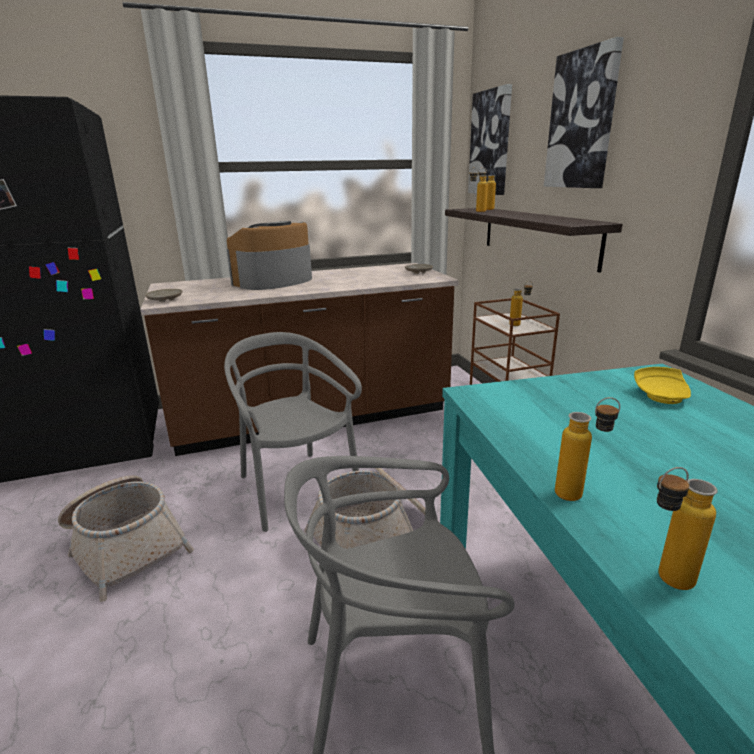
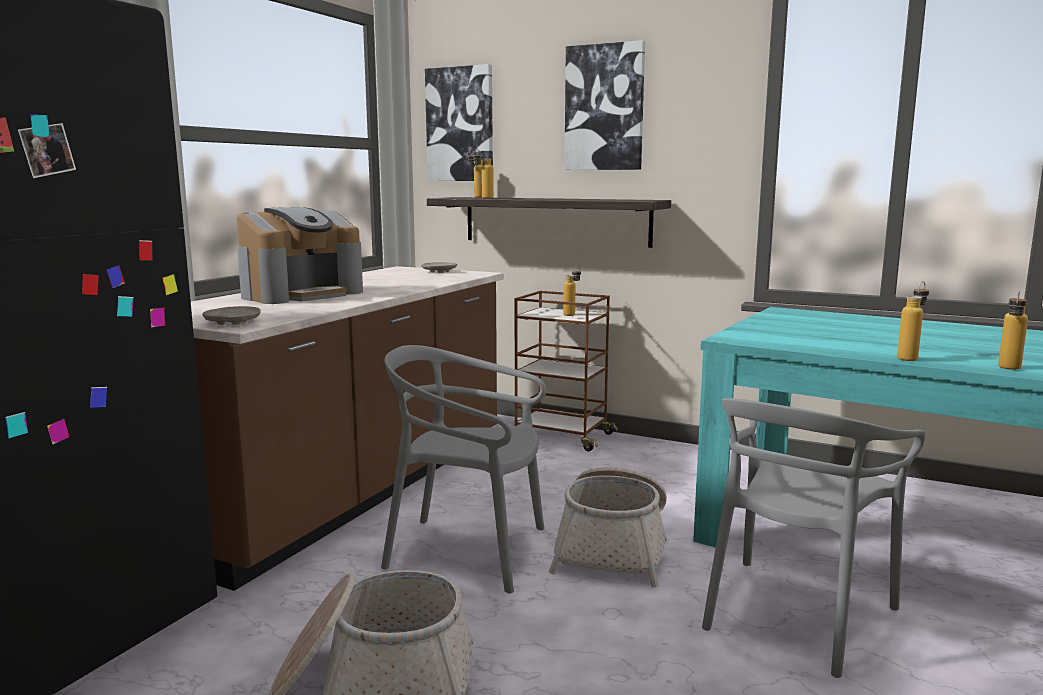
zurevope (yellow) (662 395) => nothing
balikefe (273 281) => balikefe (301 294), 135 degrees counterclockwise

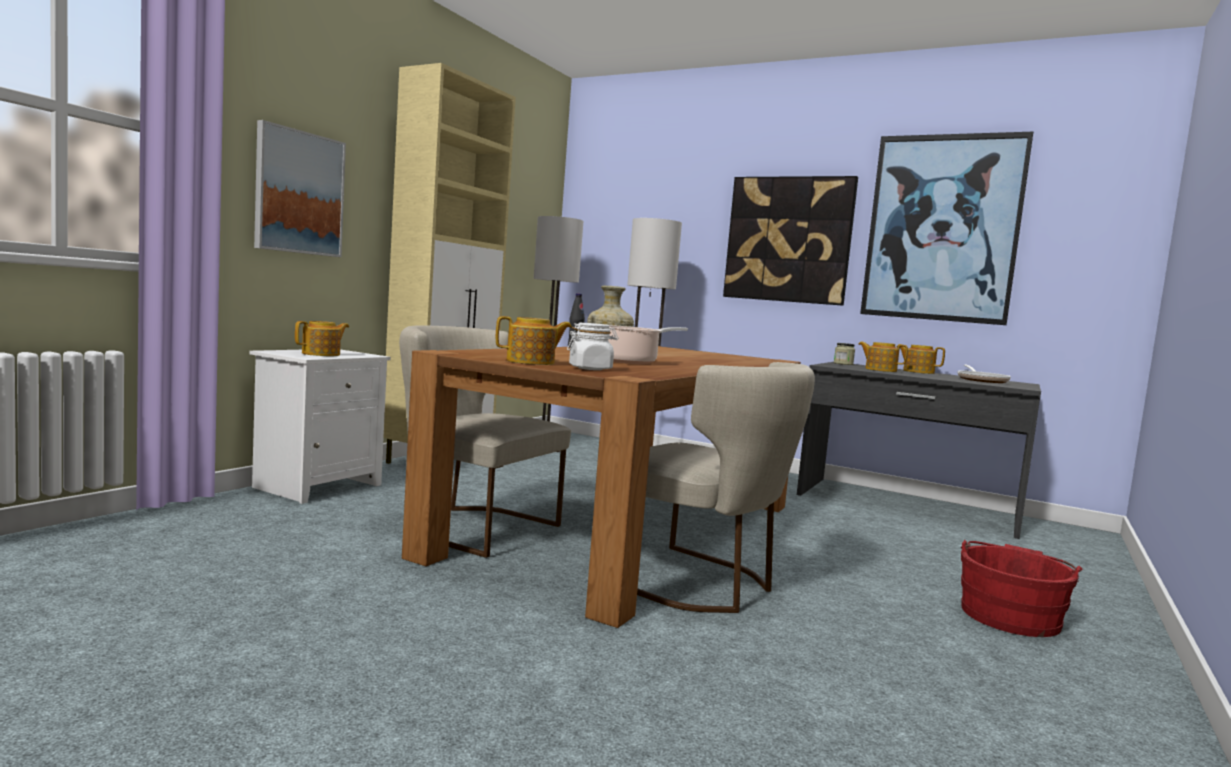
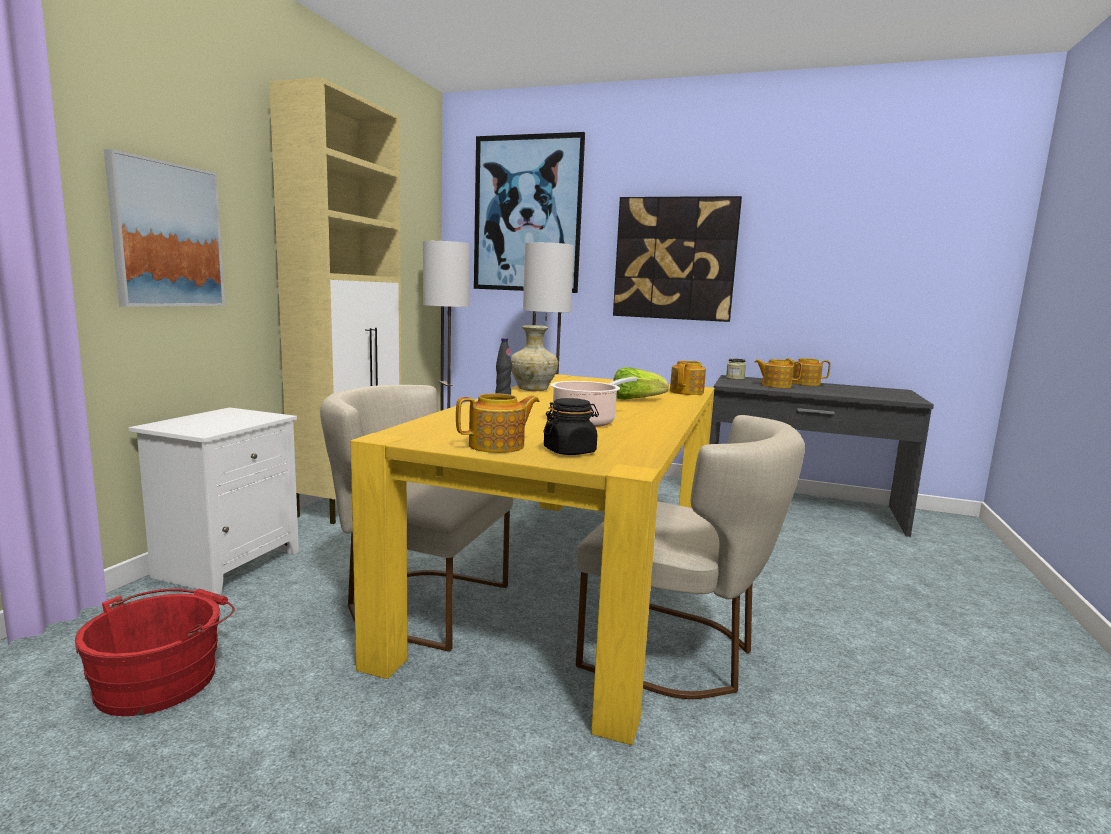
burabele (981 380) => nothing
nothing => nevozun (635 399)
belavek (322 354) => belavek (687 392), shifted
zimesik (942 228) => zimesik (527 214), shifted
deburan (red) (1010 615) => deburan (red) (163 678), shifted
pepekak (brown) (626 528) => pepekak (yellow) (573 579)
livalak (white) (590 368) => livalak (black) (570 451)

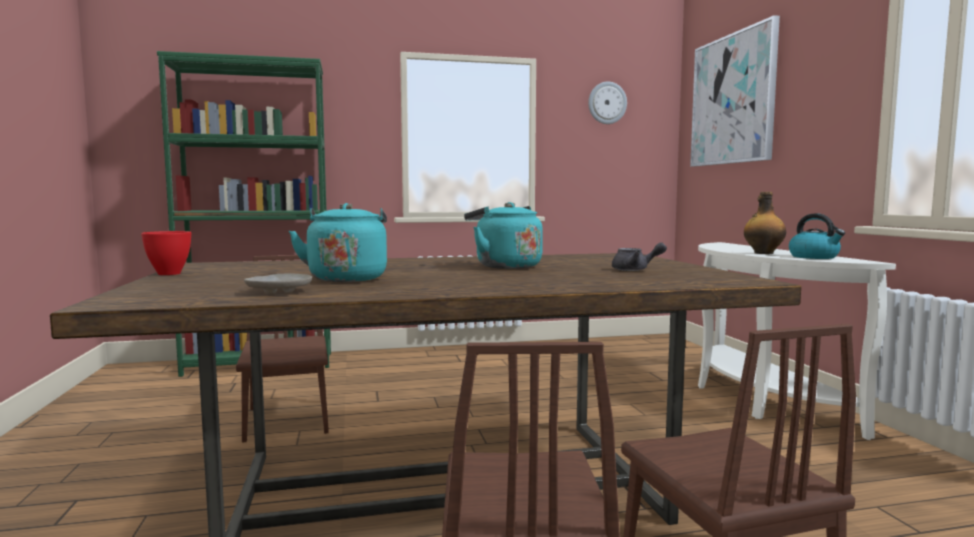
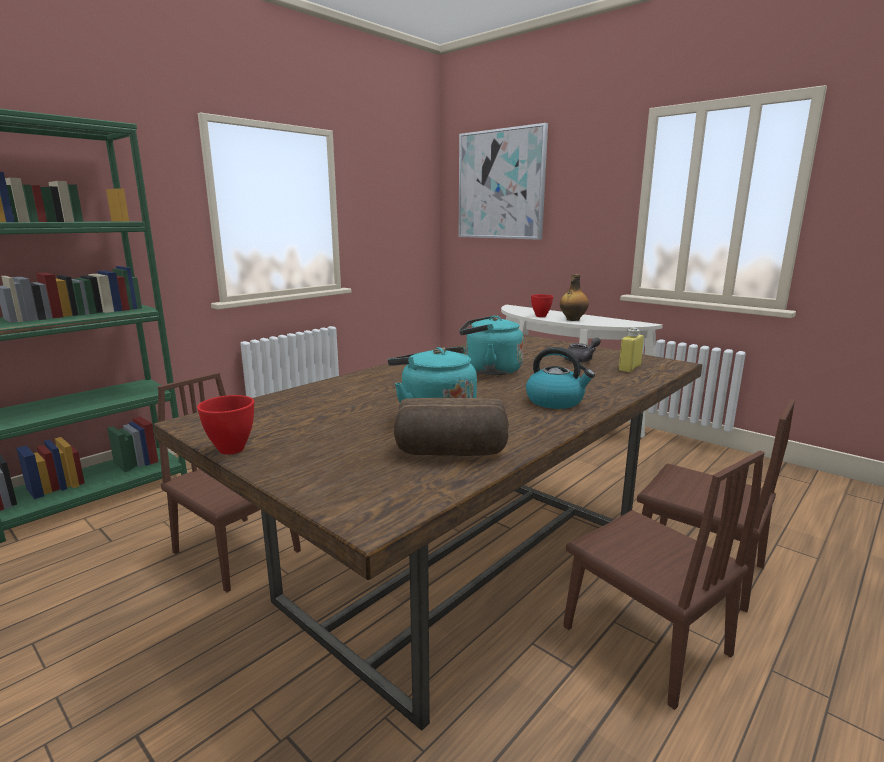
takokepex (607 103) => nothing
nothing => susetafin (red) (540 316)
nothing => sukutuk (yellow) (629 368)
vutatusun (814 257) => vutatusun (555 401), shifted
zurevope (beige) (279 291) => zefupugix (451 452)

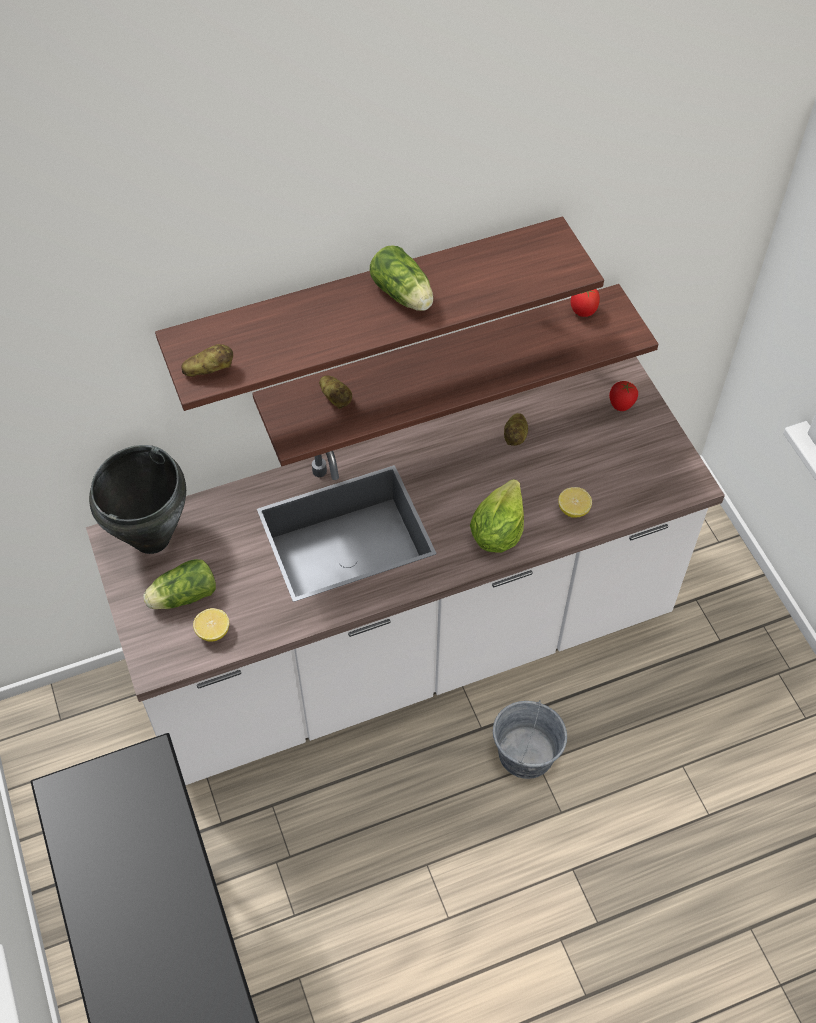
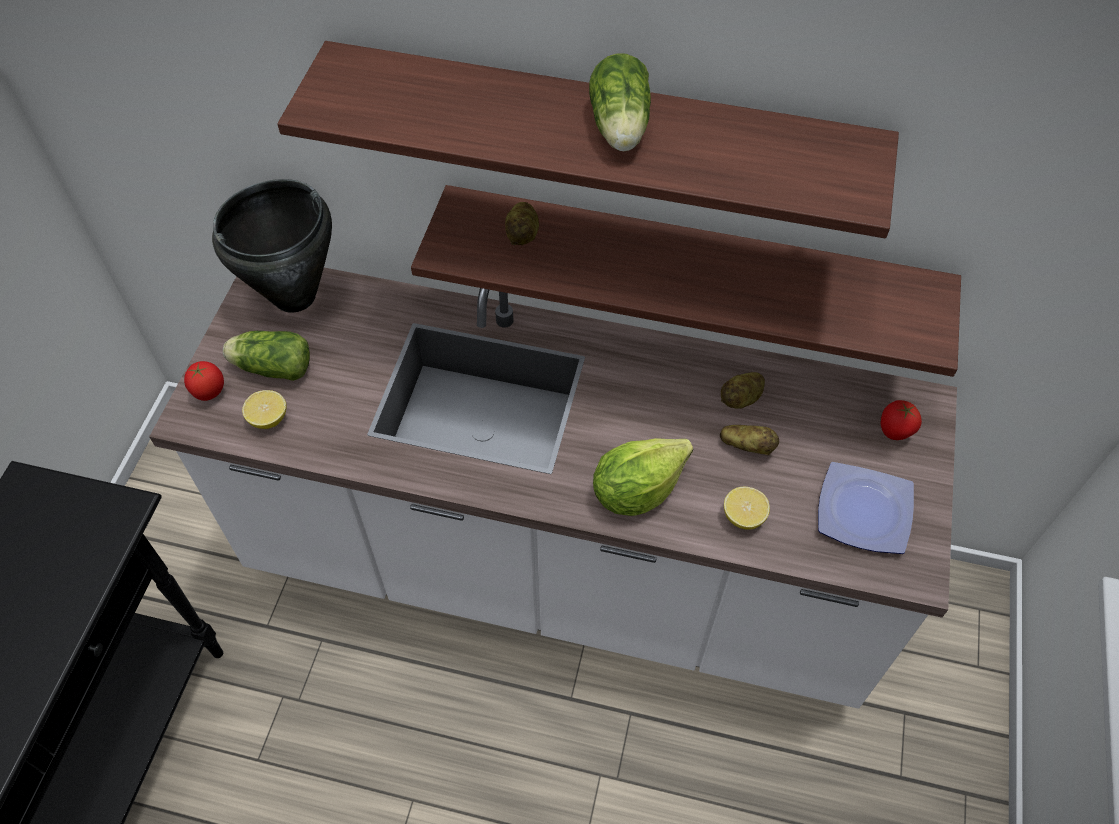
deburan (grey) (526 753) => nothing
nothing => zurevope (862 510)
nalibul (209 370) => nalibul (747 446), shifted
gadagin (583 312) => gadagin (209 393), shifted

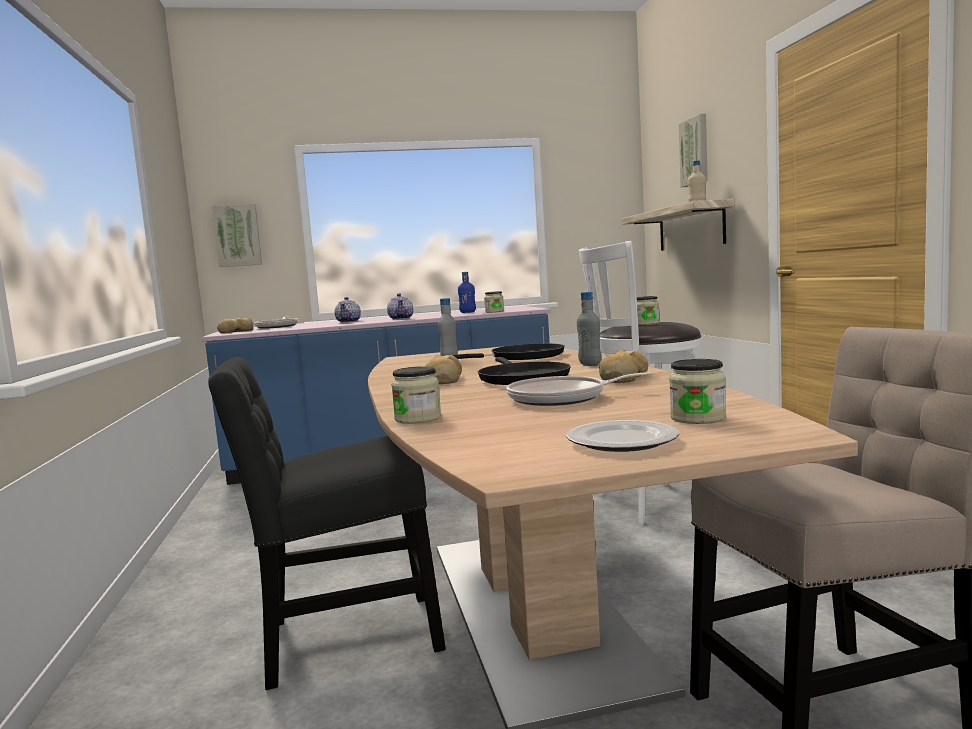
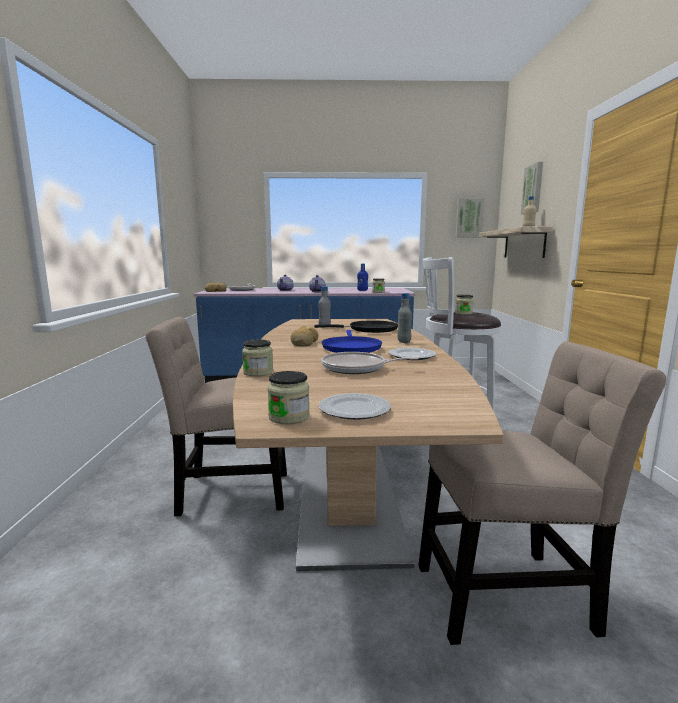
zimesik (237 235) => zimesik (469 218), shifted
livalak (698 418) => livalak (289 417), shifted
zefupugix (623 378) => zurevope (412 356)
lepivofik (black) (342 639) => lepivofik (beige) (228 492)
burabele (black) (522 378) => burabele (blue) (351 348)

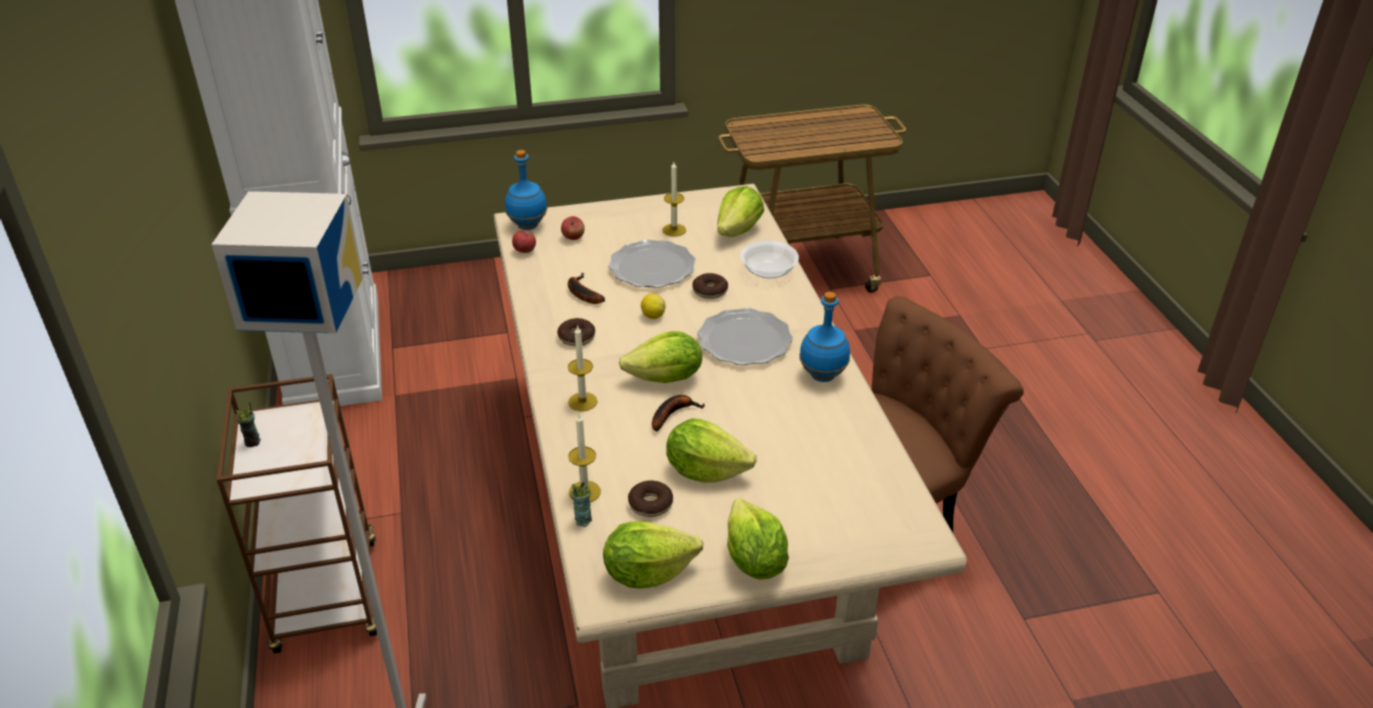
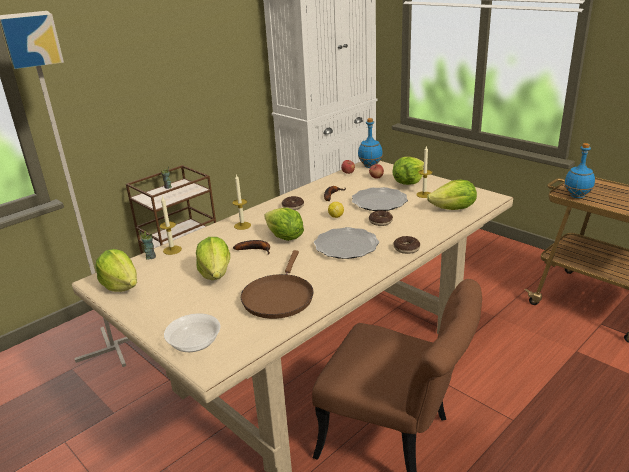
nothing => burabele (brown) (278 297)
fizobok (650 504) => fizobok (406 249), shifted
nevozun (753 561) => nevozun (408 182), shifted
susetafin (768 271) => susetafin (194 343), shifted
sukutuk (blue) (822 375) => sukutuk (blue) (577 196), shifted

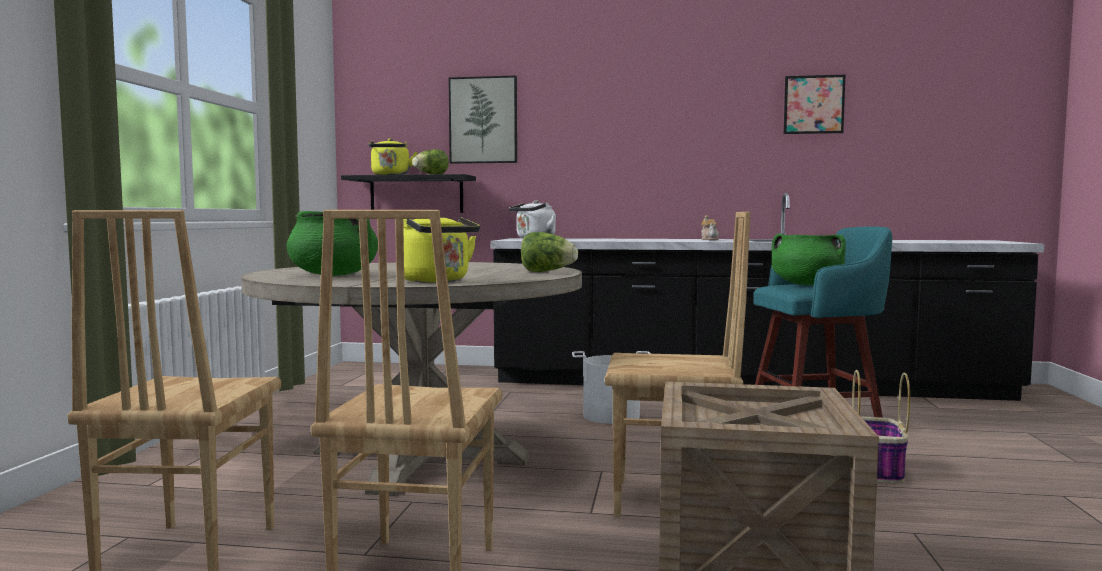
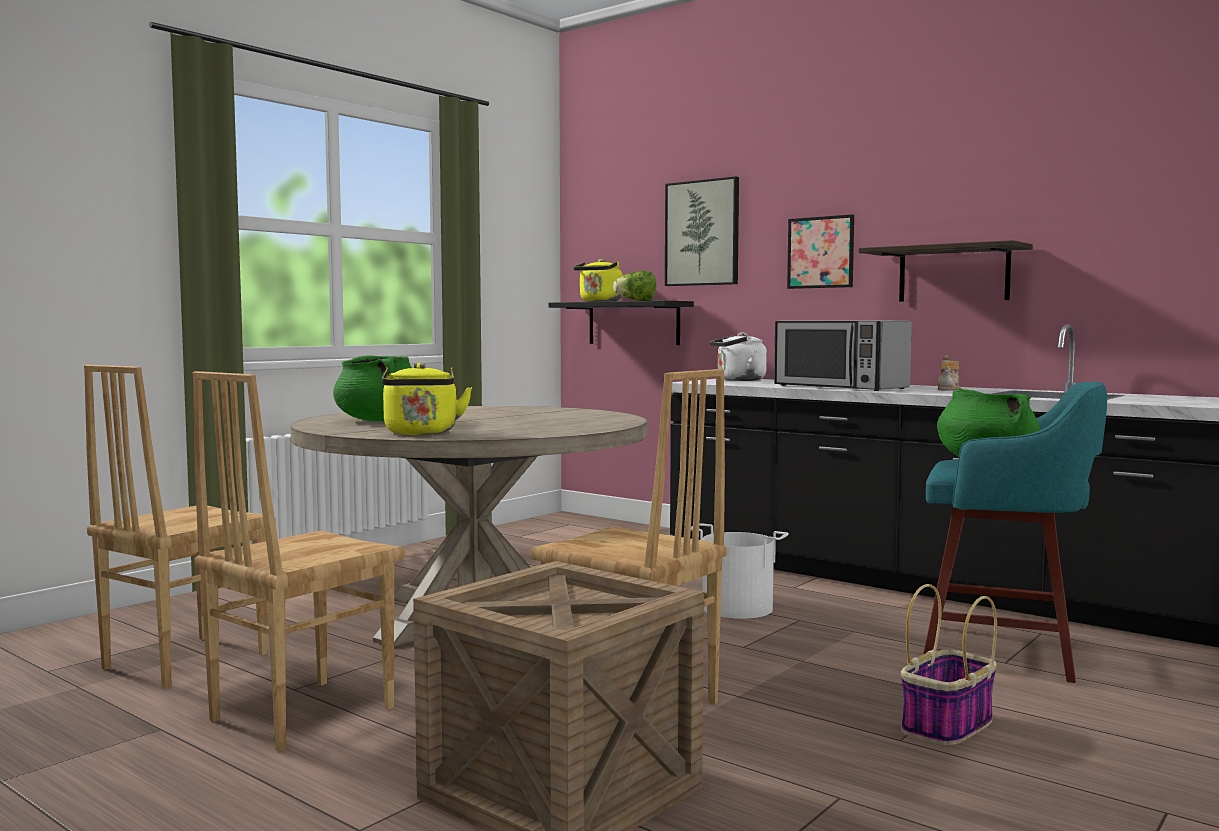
nevozun (547 272) => nothing
nothing => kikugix (840 387)
nothing => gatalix (953 274)
zimesik (813 104) => zimesik (820 252), shifted

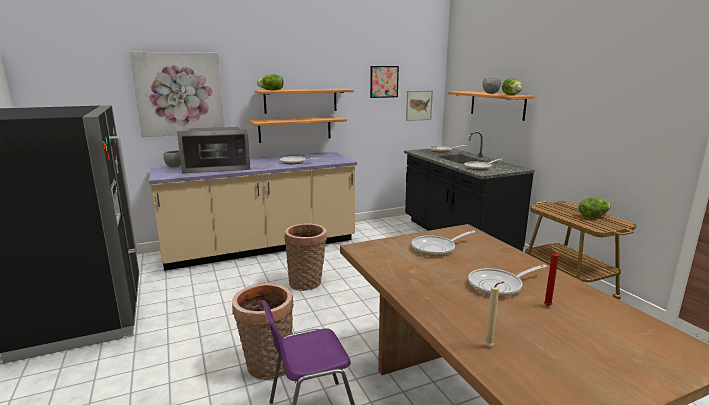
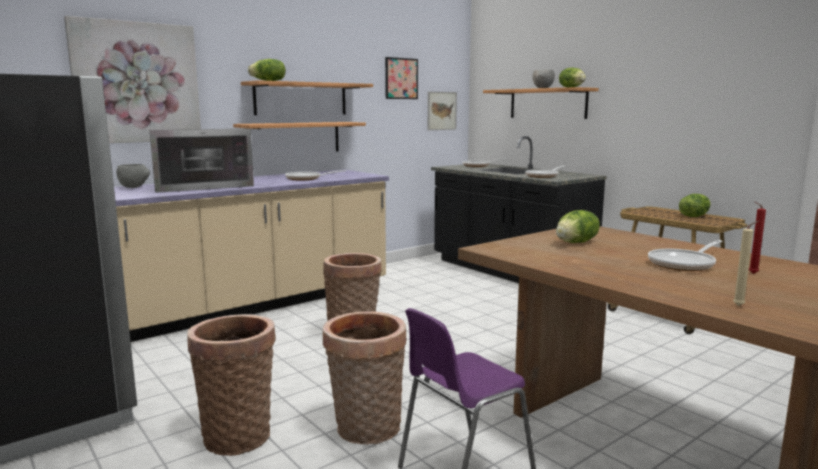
nothing => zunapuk (238 434)
burabele (436 248) => nevozun (576 243)

